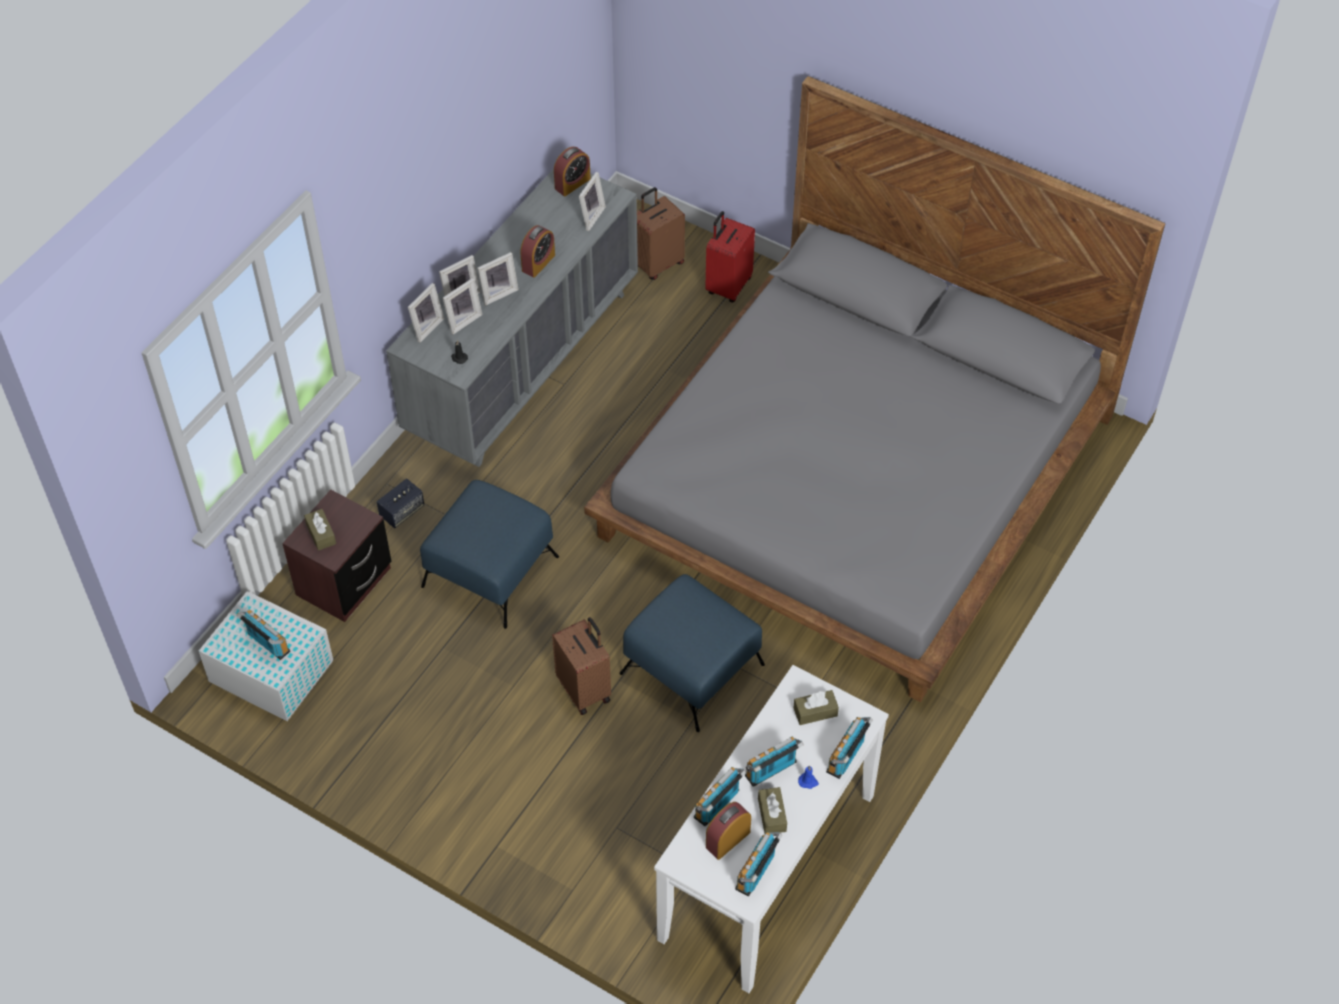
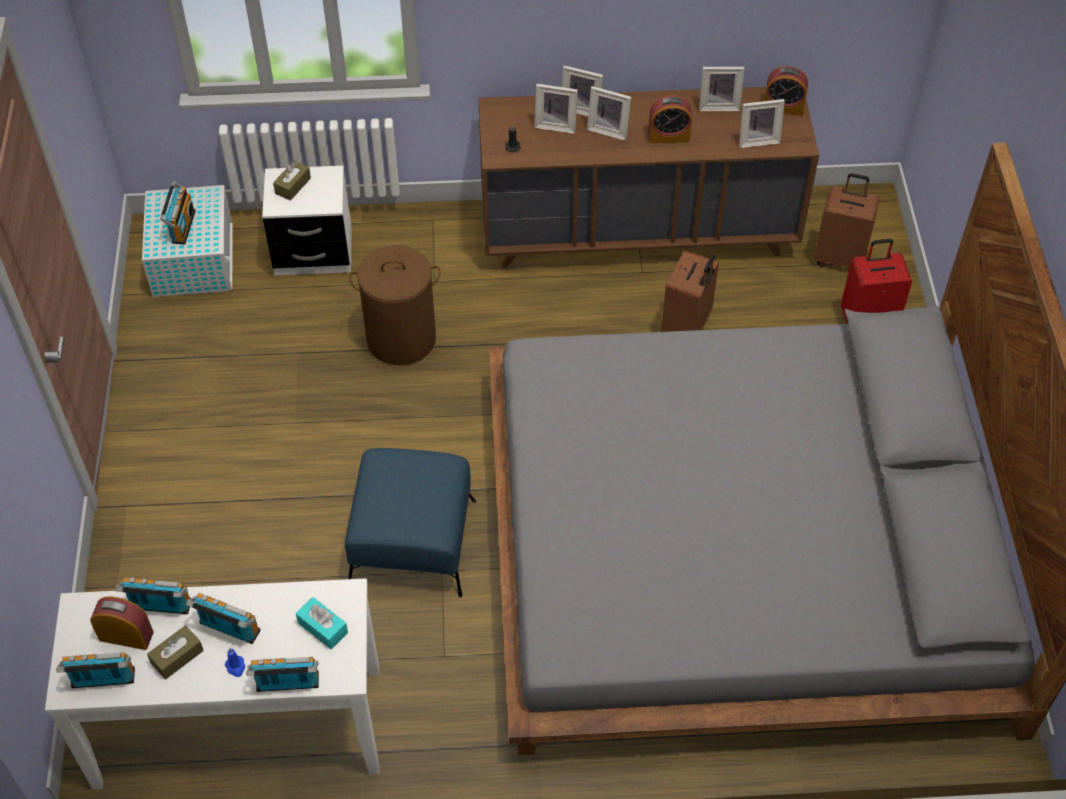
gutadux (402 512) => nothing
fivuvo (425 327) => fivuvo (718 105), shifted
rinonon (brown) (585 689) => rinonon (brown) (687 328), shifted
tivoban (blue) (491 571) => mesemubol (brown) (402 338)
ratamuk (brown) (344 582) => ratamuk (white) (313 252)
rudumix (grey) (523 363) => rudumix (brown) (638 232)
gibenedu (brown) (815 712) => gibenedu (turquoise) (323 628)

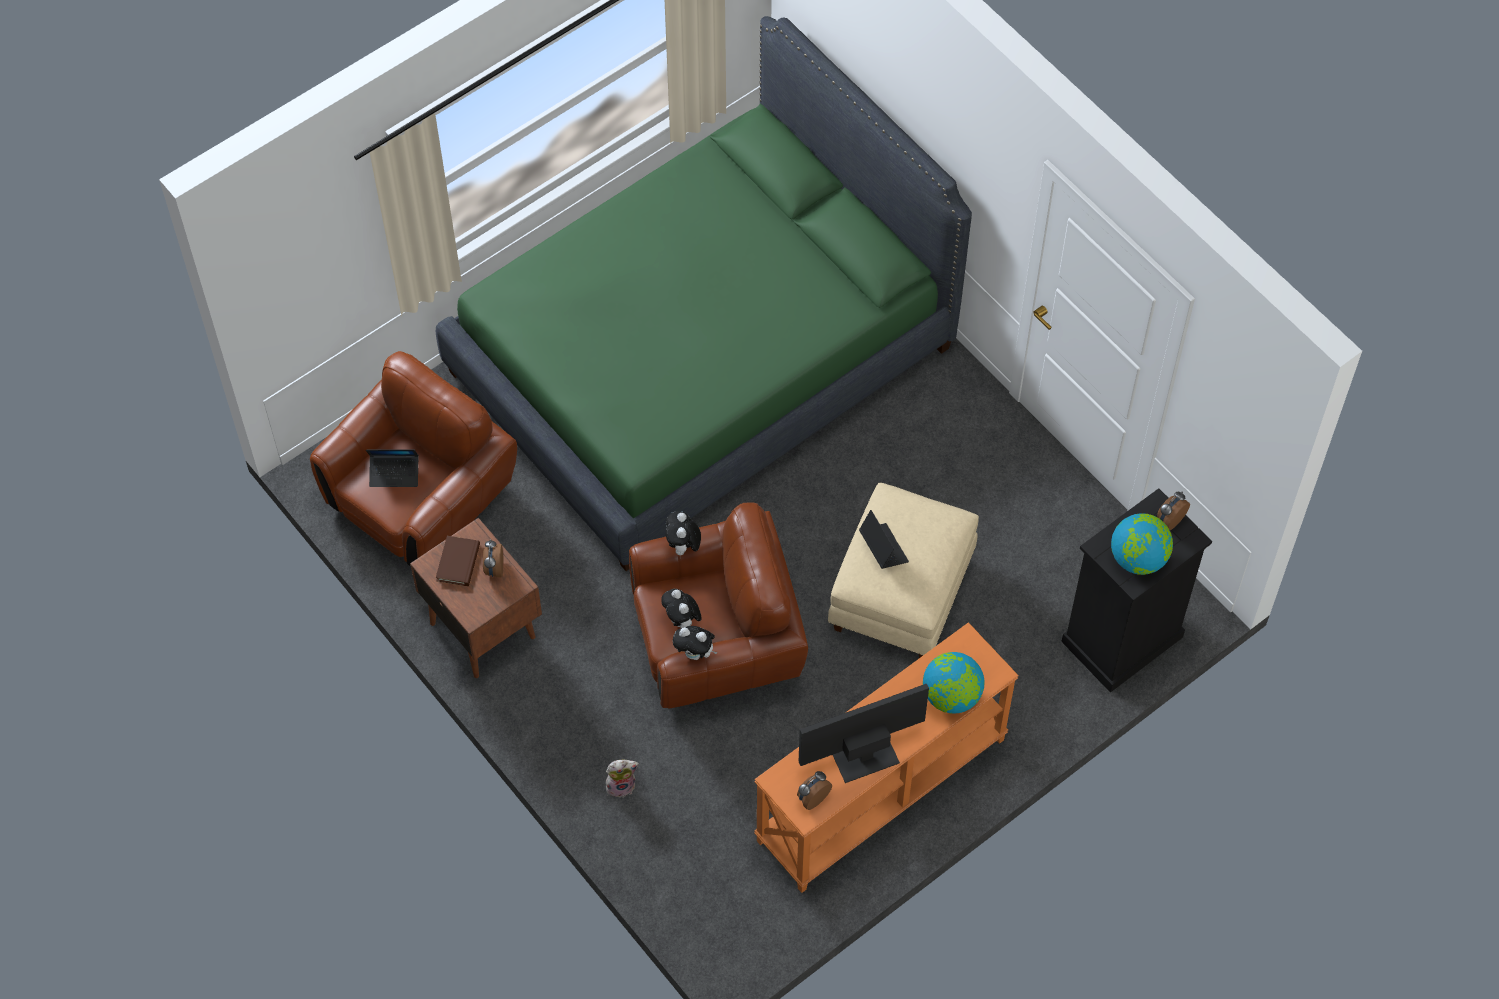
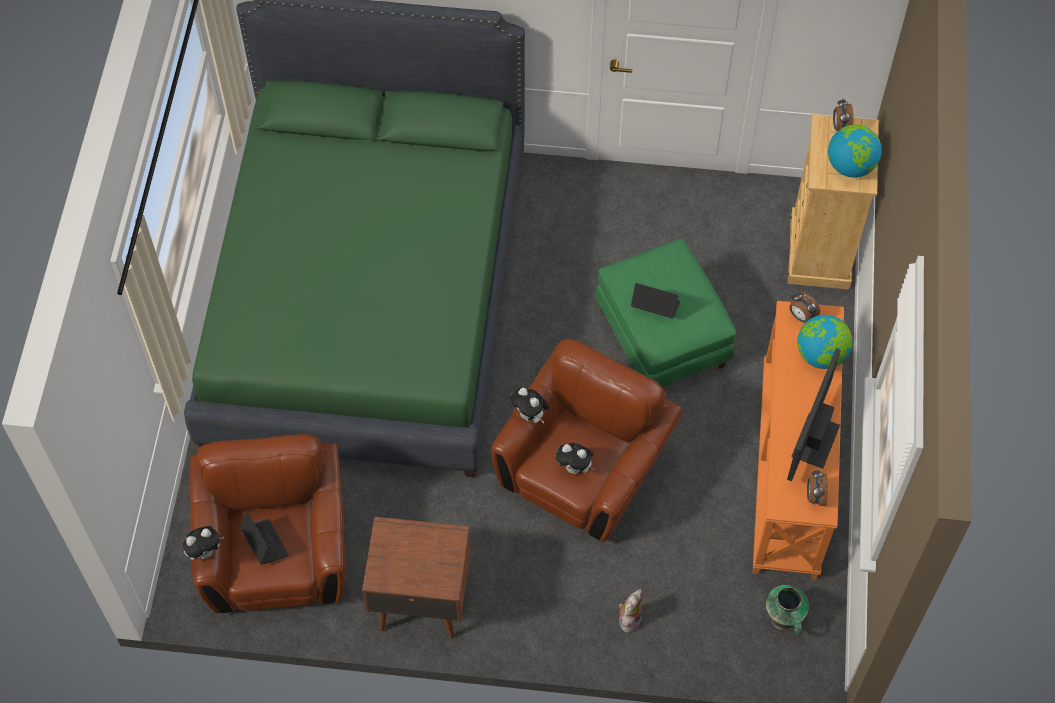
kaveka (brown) (458 562) => nothing
nothing => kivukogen (783 620)
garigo (494 568) => garigo (801 316), shifted
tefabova (695 654) => tefabova (205 552), shifted
tivoban (beige) (902 594) => tivoban (green) (663 337)
rudumix (black) (1121 640) => rudumix (beige) (820 252)
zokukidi (394 473) => zokukidi (265 543), 75 degrees counterclockwise

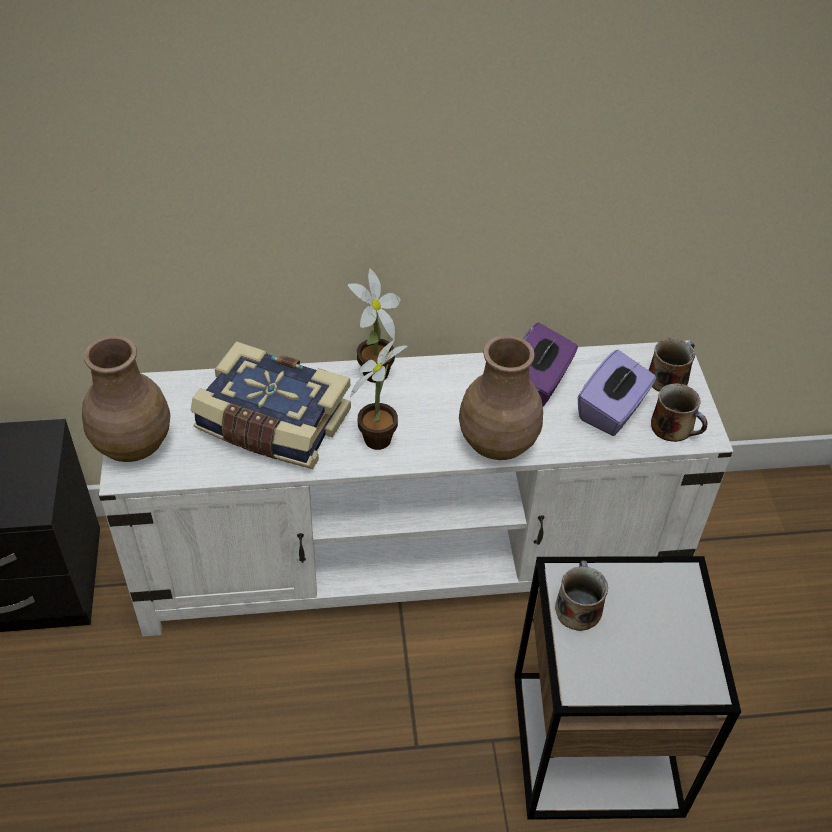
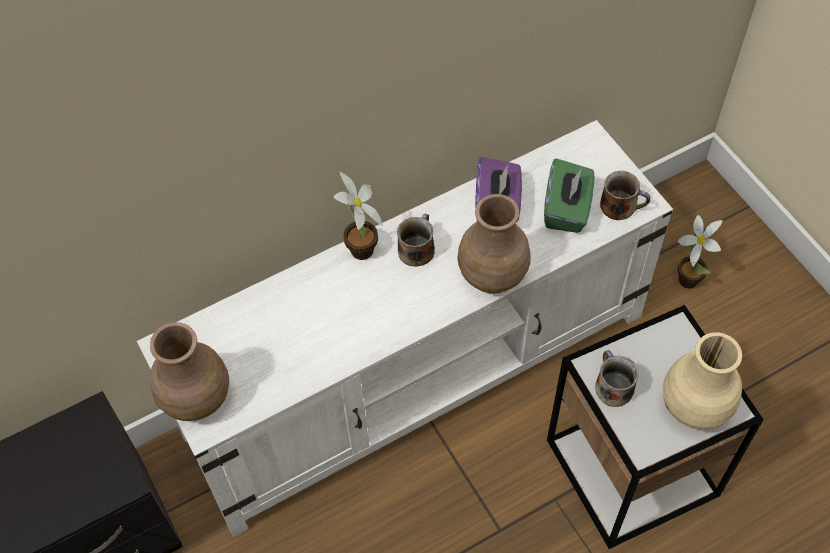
kaveka (272 425) => nothing
nothing => kivukogen (beige) (694 408)
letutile (380 436) => letutile (688 277), shifted
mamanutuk (668 377) => mamanutuk (416 249), shifted
gibenedu (purple) (612 411) => gibenedu (green) (567 209)

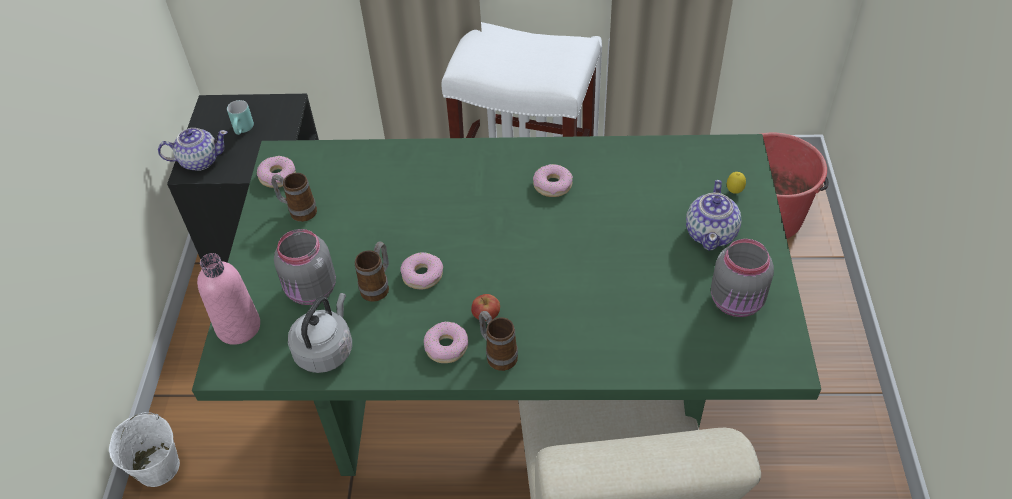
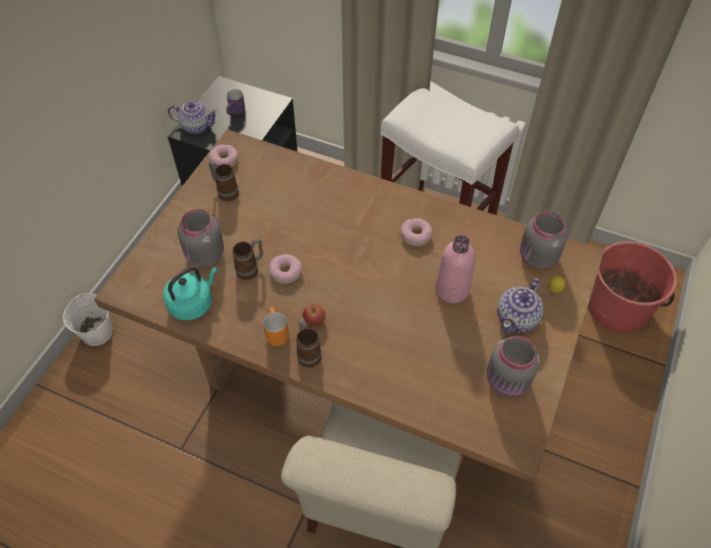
nothing => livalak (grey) (537 258)
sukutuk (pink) (238 327) => sukutuk (pink) (452 290), shifted
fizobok (446 346) => mamanutuk (orange) (275 333)
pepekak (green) (516 392) => pepekak (brown) (357 373)
mamanutuk (turquoise) (244 130) => mamanutuk (purple) (236 113)
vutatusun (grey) (326 349) => vutatusun (turquoise) (193 303)

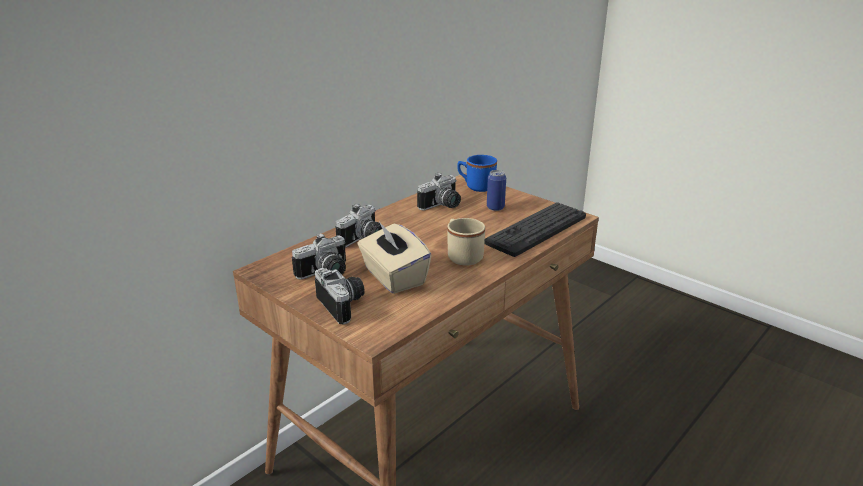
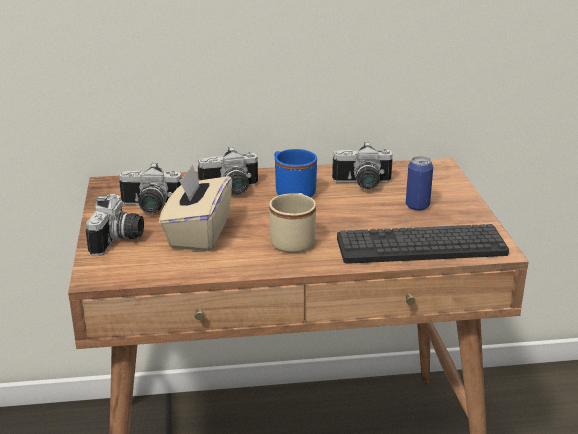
mamanutuk (blue) (476 186) => mamanutuk (blue) (292 192), shifted

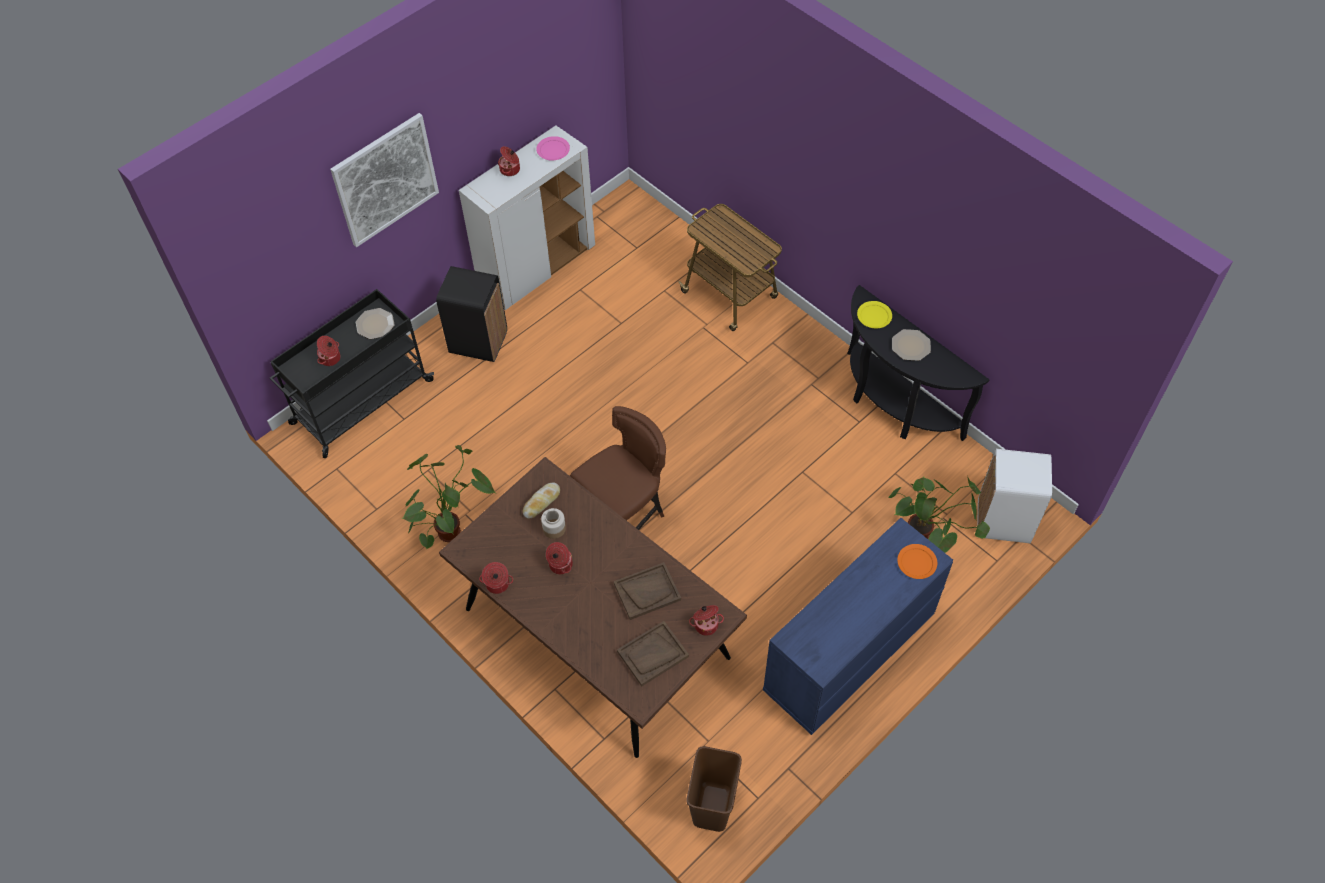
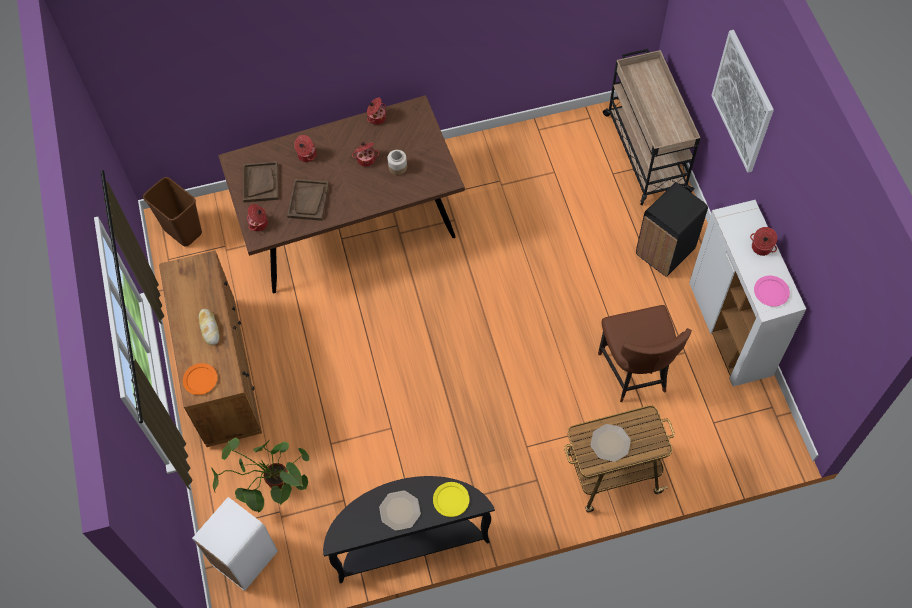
letutile (449 523) => nothing
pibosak (330 358) => pibosak (306 155), shifted
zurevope (375 324) => zurevope (610 442), shifted
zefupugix (541 502) => zefupugix (209 328), shifted
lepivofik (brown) (625 517) => lepivofik (brown) (634 373), shifted
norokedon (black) (360 403) => norokedon (beige) (645 151)
rudumix (blue) (848 654) => rudumix (brown) (221 371)

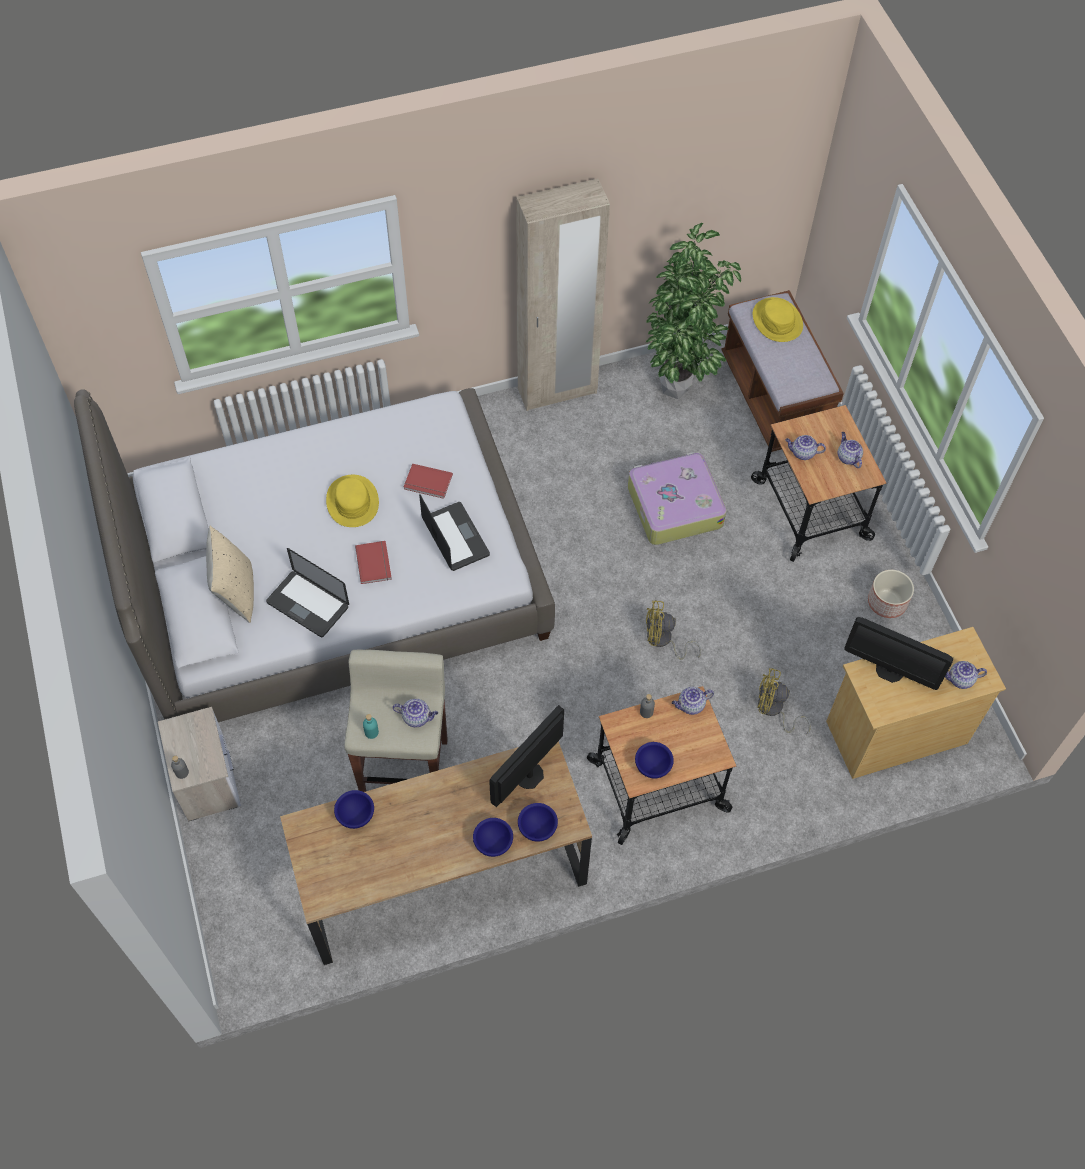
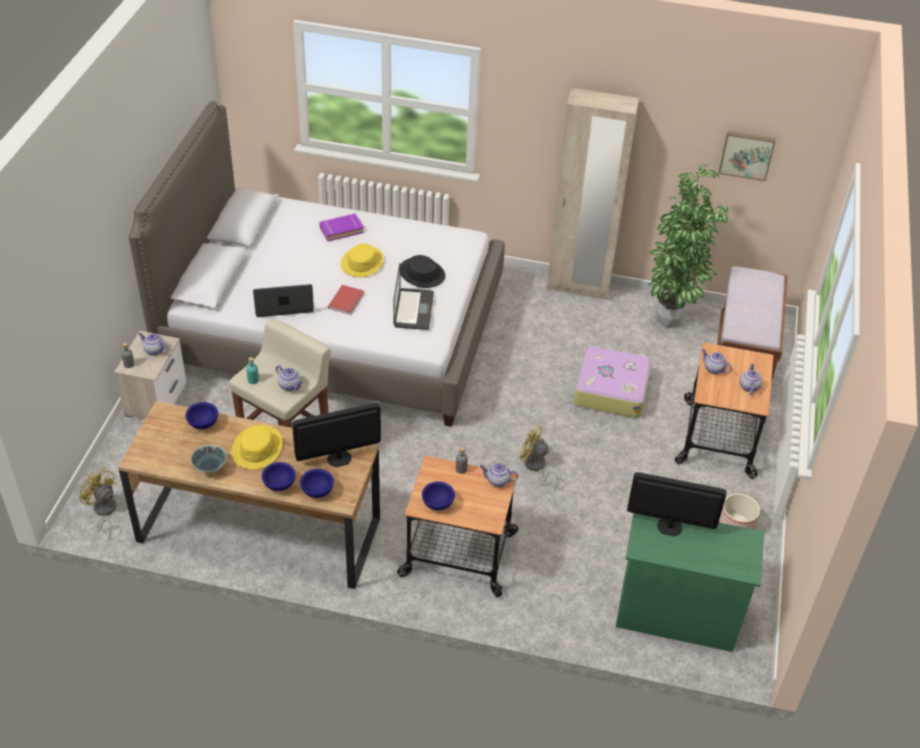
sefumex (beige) (236 592) => nothing
nothing => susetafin (210 468)
nothing => kaveka (purple) (341 230)
nothing => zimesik (746 154)
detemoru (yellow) (777 320) => detemoru (yellow) (257 448), shifted
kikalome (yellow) (773 710) => kikalome (yellow) (104 512), shifted
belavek (960 680) => belavek (154 350), shifted
kaveka (red) (428 483) => detemoru (black) (421 273)
rudumix (beige) (895 732) => rudumix (green) (676 614)
zokukidi (308 604) => zokukidi (283 304), 105 degrees clockwise
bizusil (889 670) => bizusil (669 527), 135 degrees clockwise

